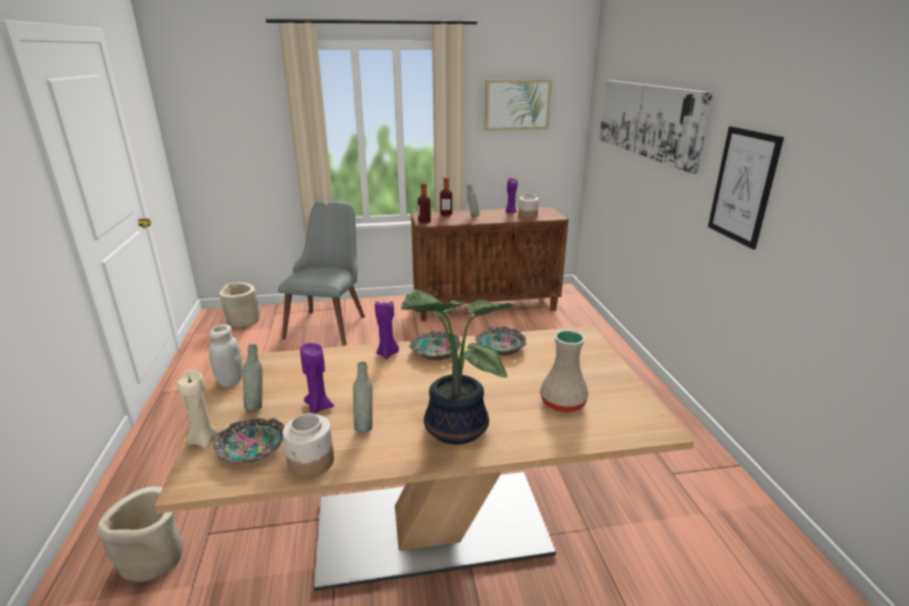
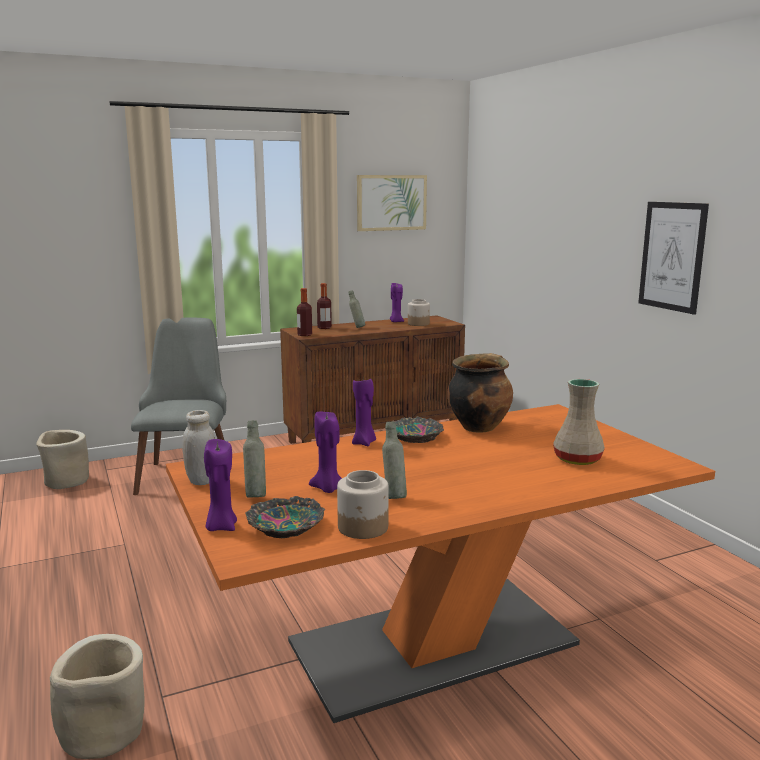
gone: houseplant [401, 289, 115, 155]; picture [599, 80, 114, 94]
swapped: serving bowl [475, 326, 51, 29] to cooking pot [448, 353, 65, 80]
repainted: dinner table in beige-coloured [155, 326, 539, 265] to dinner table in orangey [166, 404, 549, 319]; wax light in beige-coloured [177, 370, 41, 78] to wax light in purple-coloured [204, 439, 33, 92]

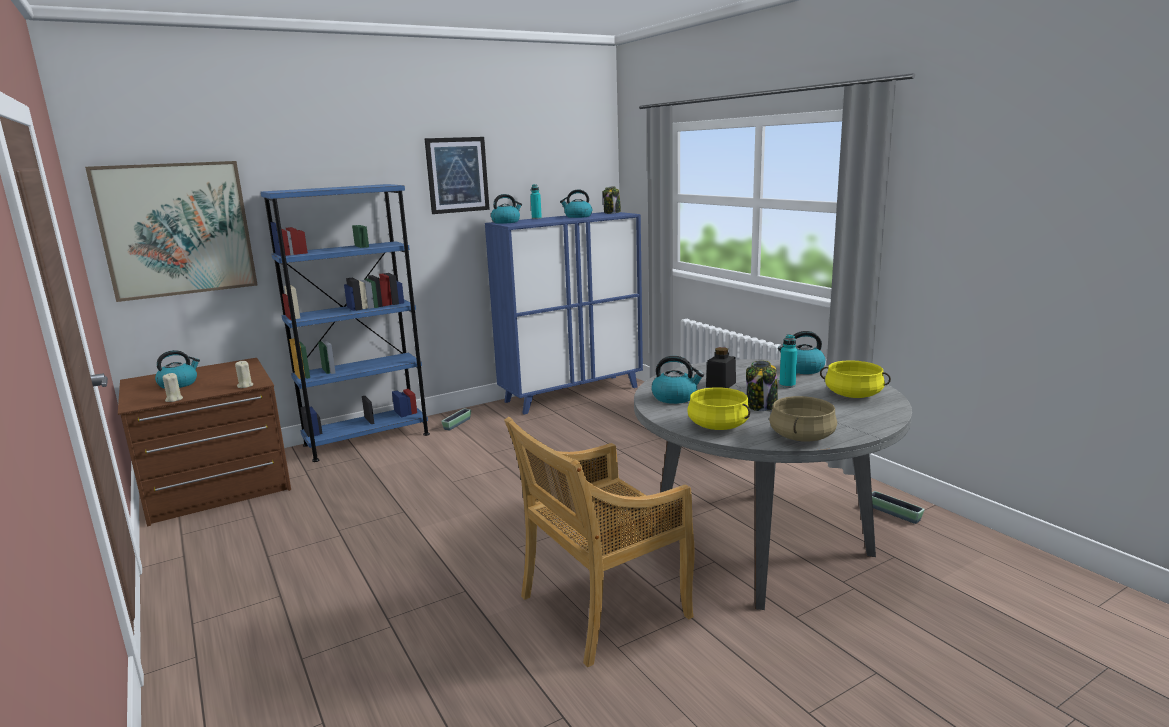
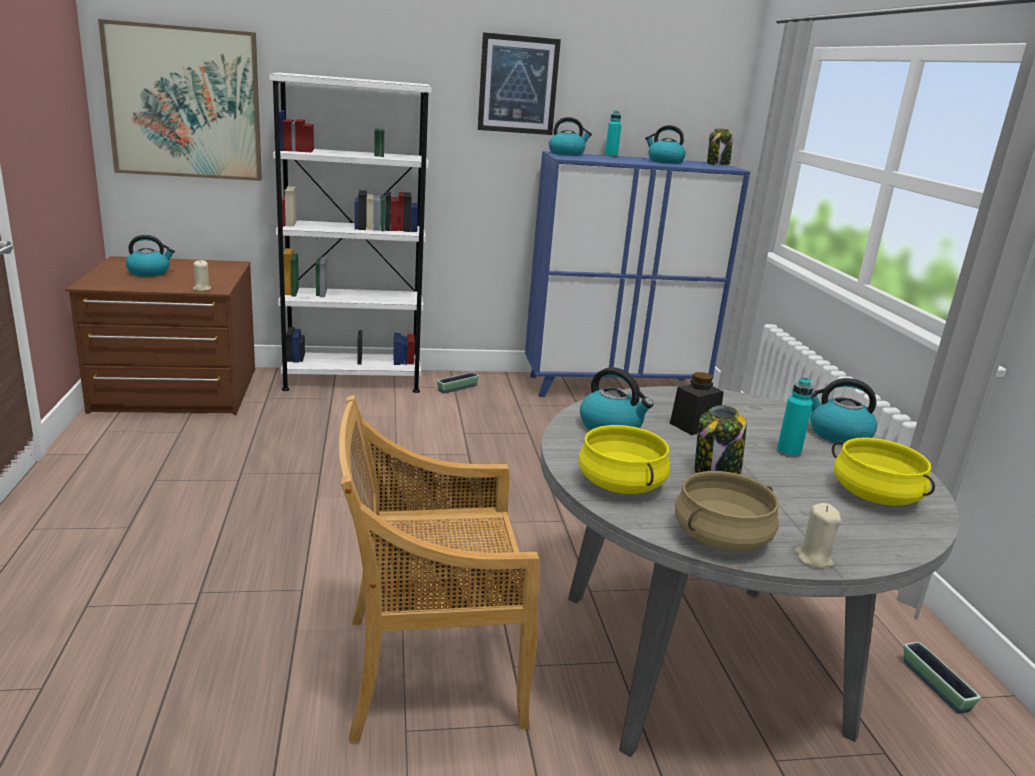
shifted: wax light in beige-coloured [162, 373, 21, 29] to [794, 503, 47, 66]
repainted: bookcase in bluish [261, 184, 169, 278] to bookcase in whitish [269, 72, 162, 321]

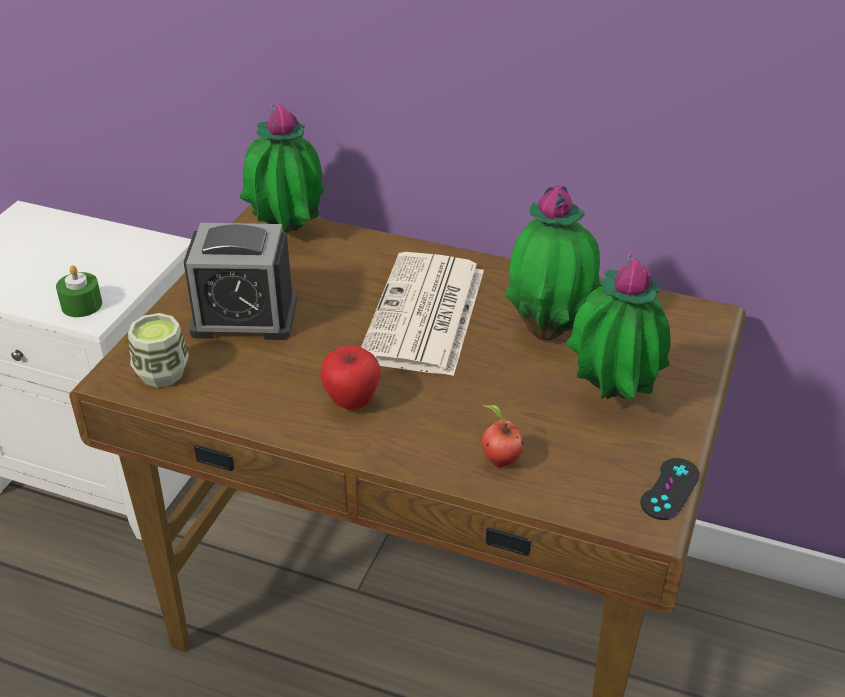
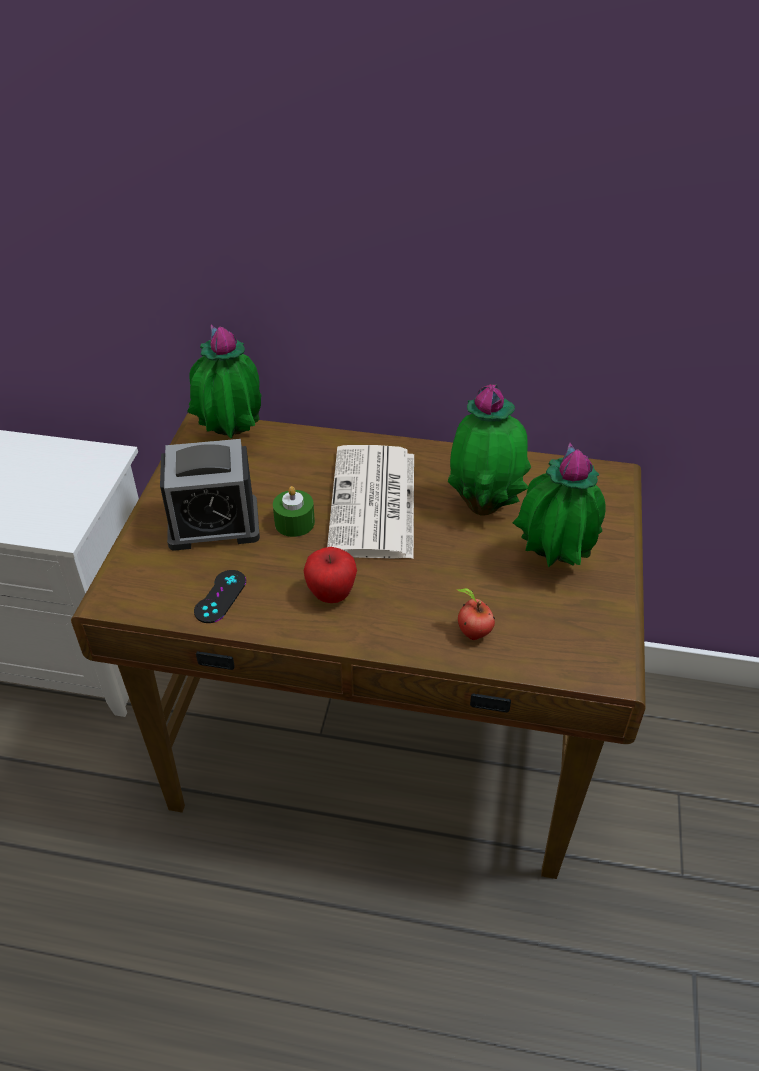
gone: cup [128, 313, 61, 74]
shifted: joypad in black-coloured [640, 458, 60, 62] to [194, 570, 52, 53]; wax light in greenish [56, 265, 46, 52] to [273, 486, 42, 51]

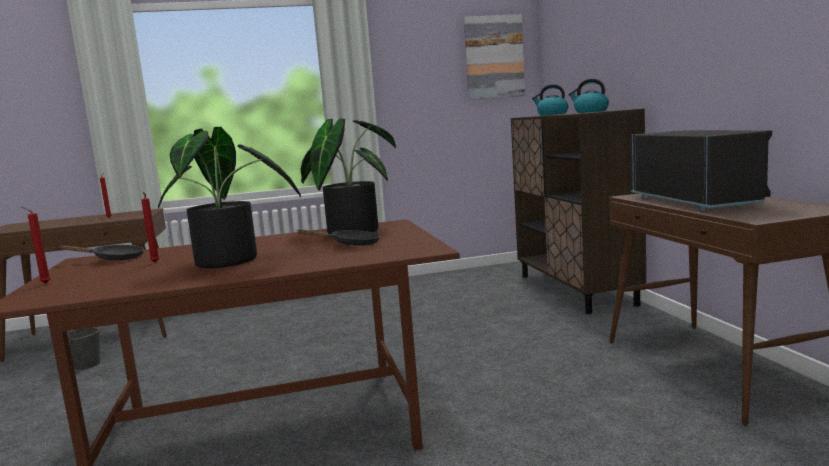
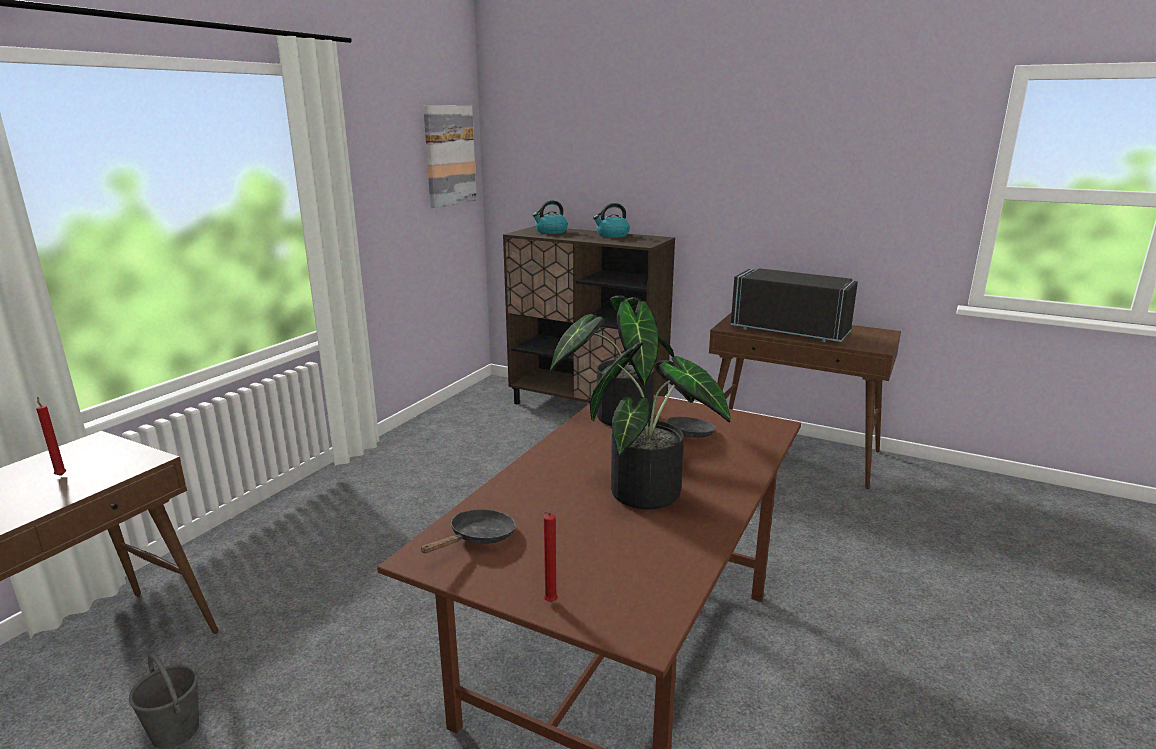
gone: wax light in red [141, 192, 18, 71]

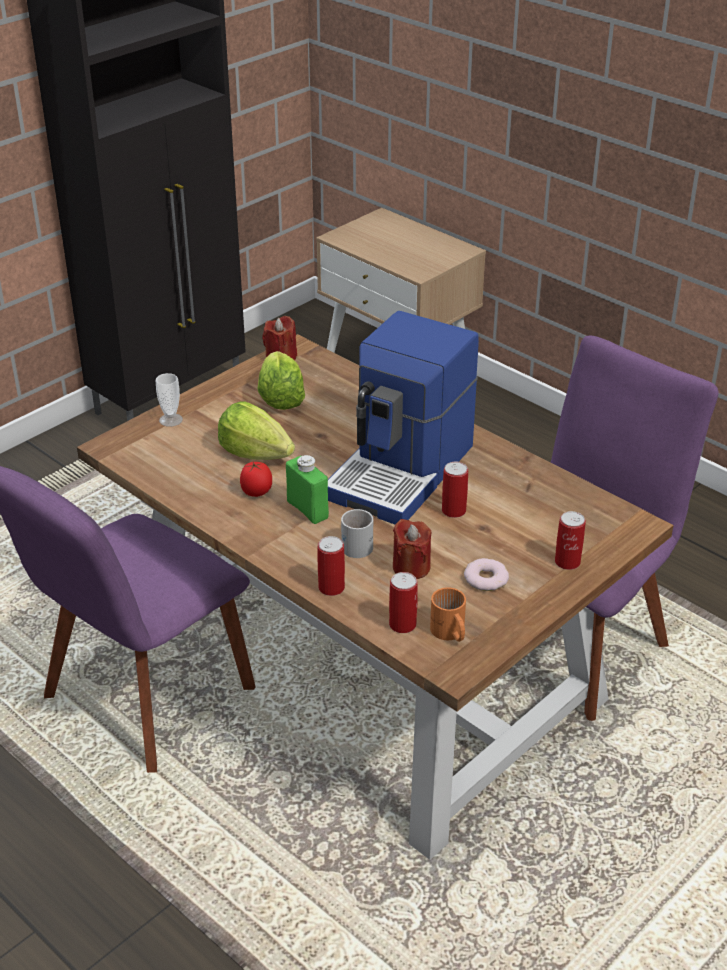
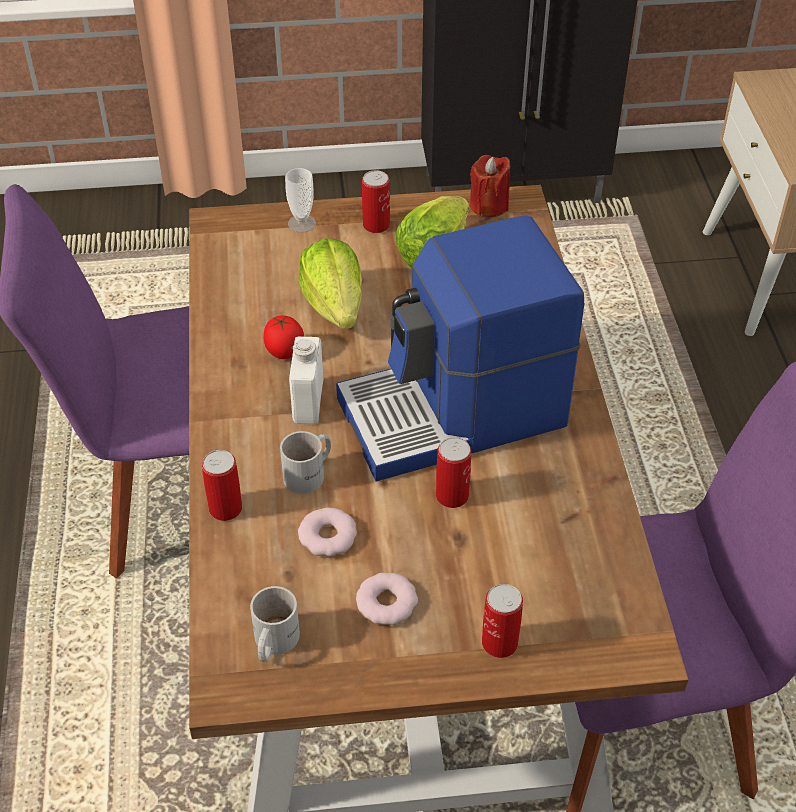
shifted: sealed can [389, 572, 29, 61] to [362, 170, 28, 63]
swapped: wax light in red [393, 519, 39, 60] to doughnut [298, 507, 59, 50]
repainted: tea mug in orangey [430, 587, 36, 55] to tea mug in whitish [250, 586, 50, 76]; drink bottle in greenish [286, 455, 43, 69] to drink bottle in whitish [289, 336, 34, 88]

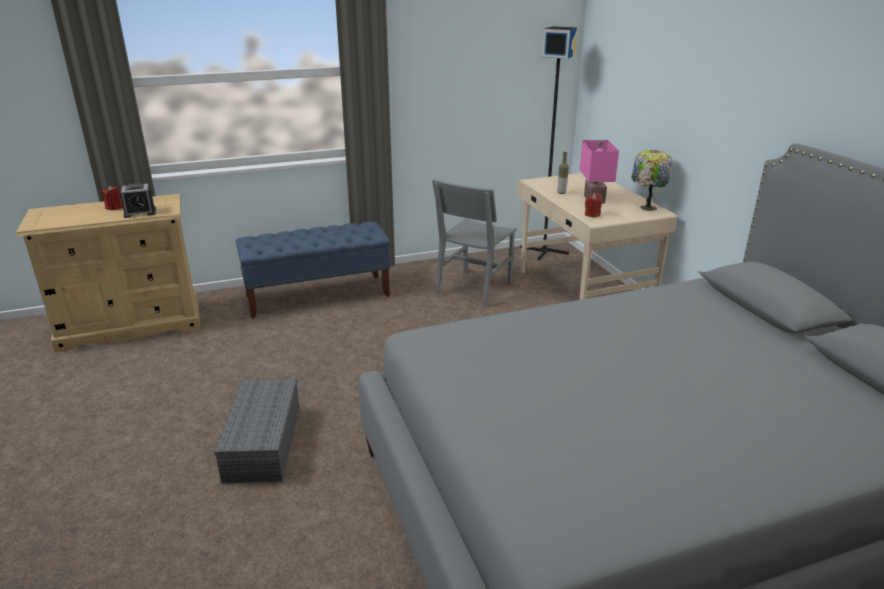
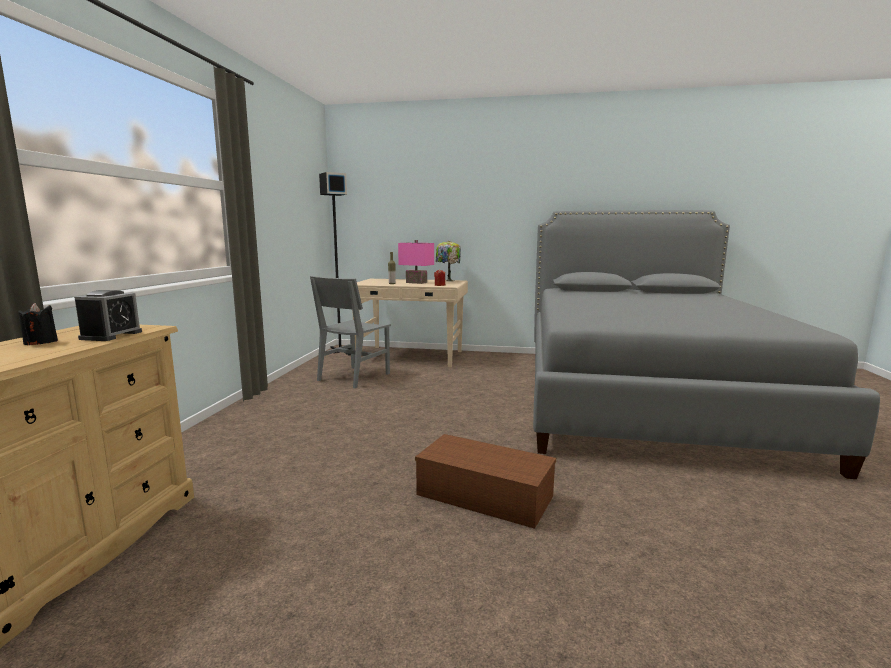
gone: indoor bench in bluish [236, 221, 154, 97]
repainted: wax light in red [102, 185, 21, 25] to wax light in black-coloured [18, 303, 40, 42]; storage box in gray [214, 378, 85, 105] to storage box in brownish [415, 434, 141, 95]
rotated: upright chair in gray [432, 179, 85, 129] = [310, 276, 81, 112] 60 degrees clockwise

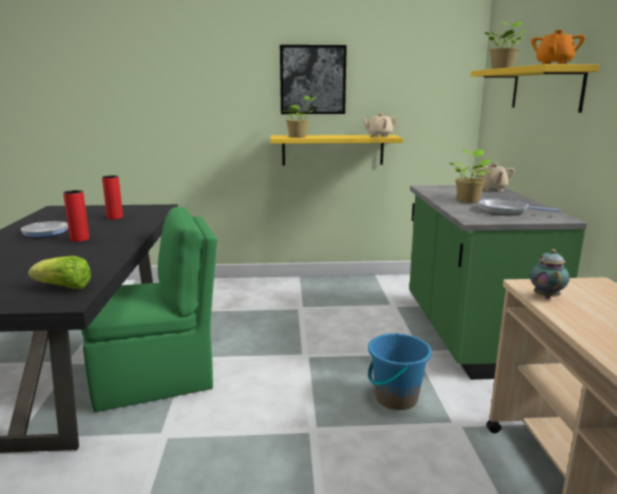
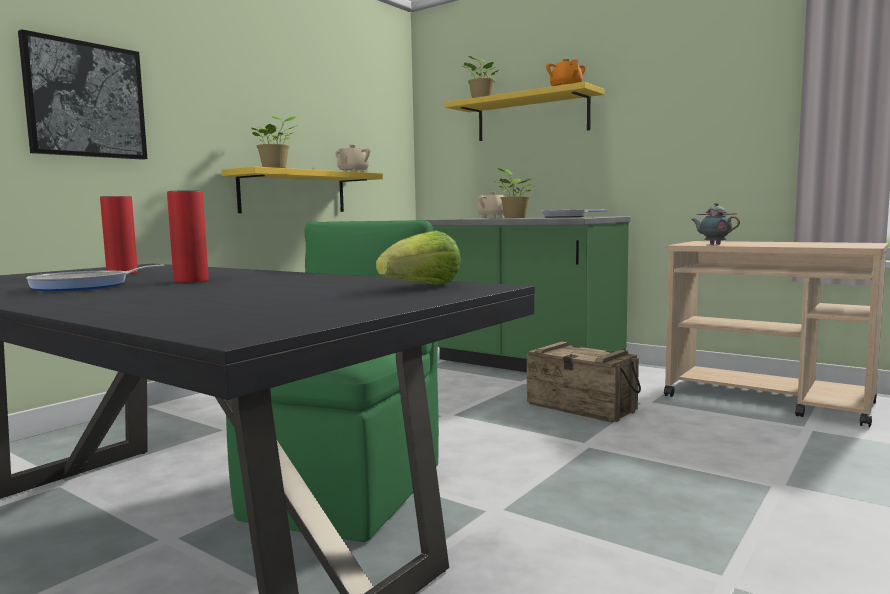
shifted: picture [280, 45, 67, 69] to [18, 29, 129, 131]
swapped: water bucket in bluish [368, 333, 64, 77] to shipping crate [527, 341, 114, 82]

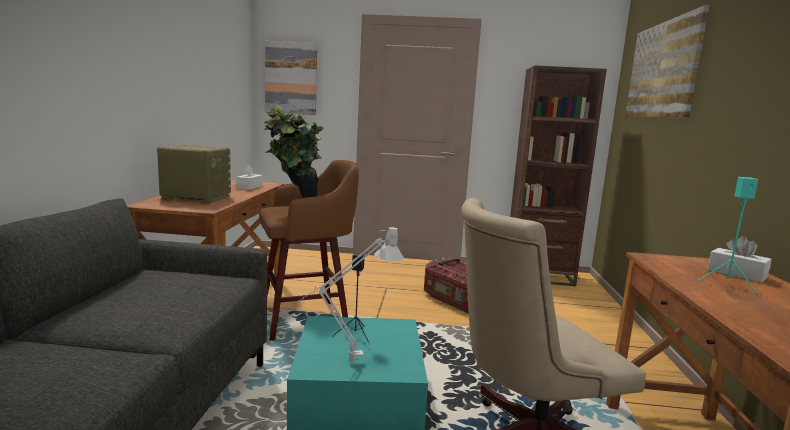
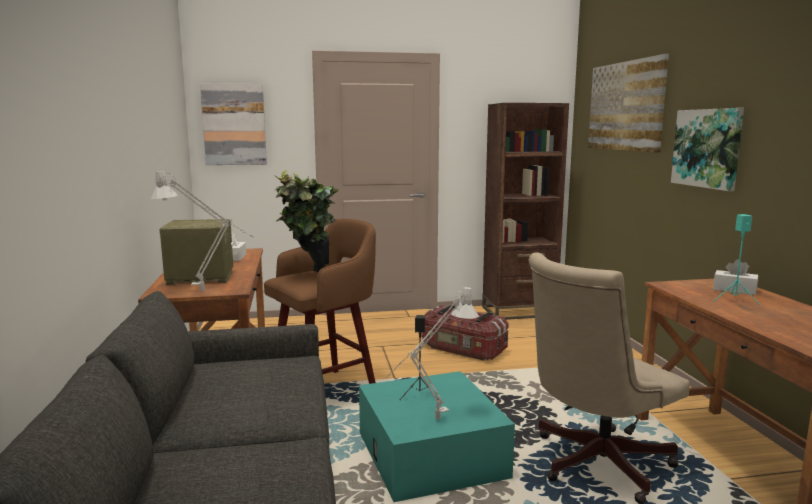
new: lamp for a table in gray [151, 169, 104, 122]; picture [671, 108, 73, 83]

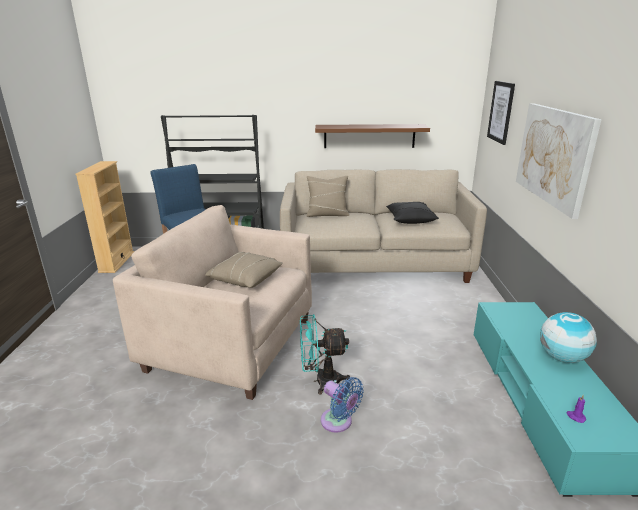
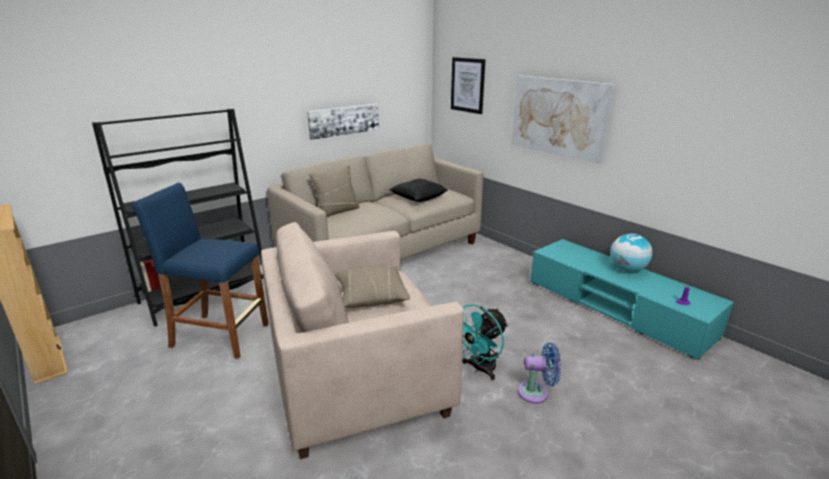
swapped: wall shelf in brownish [315, 124, 115, 24] to picture [307, 104, 72, 36]

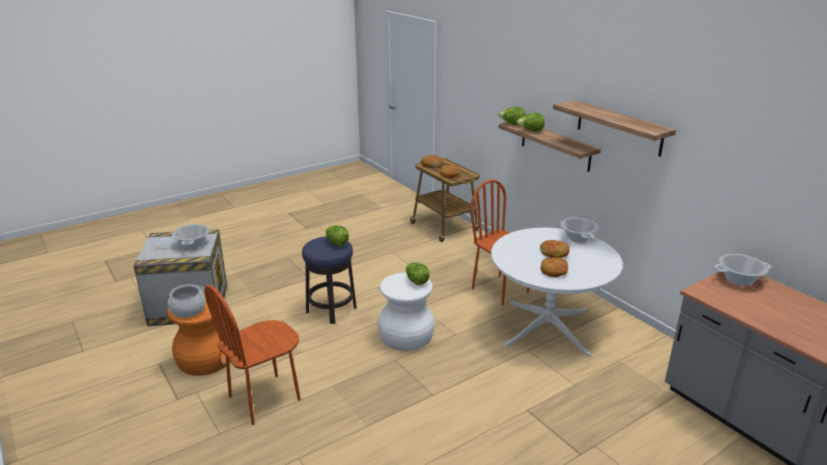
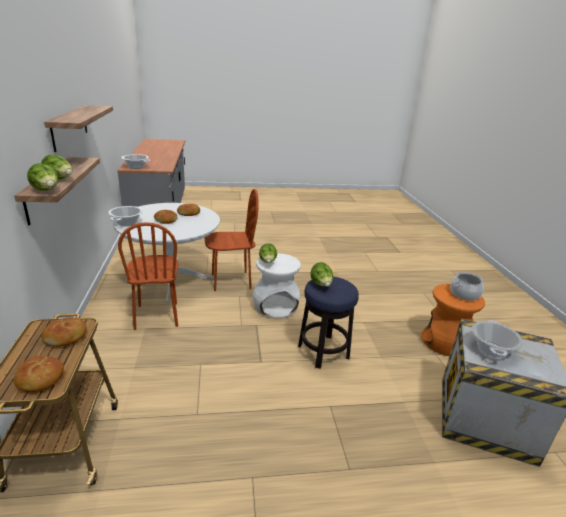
shifted: upright chair in brownish [205, 285, 96, 140] to [204, 189, 55, 102]

